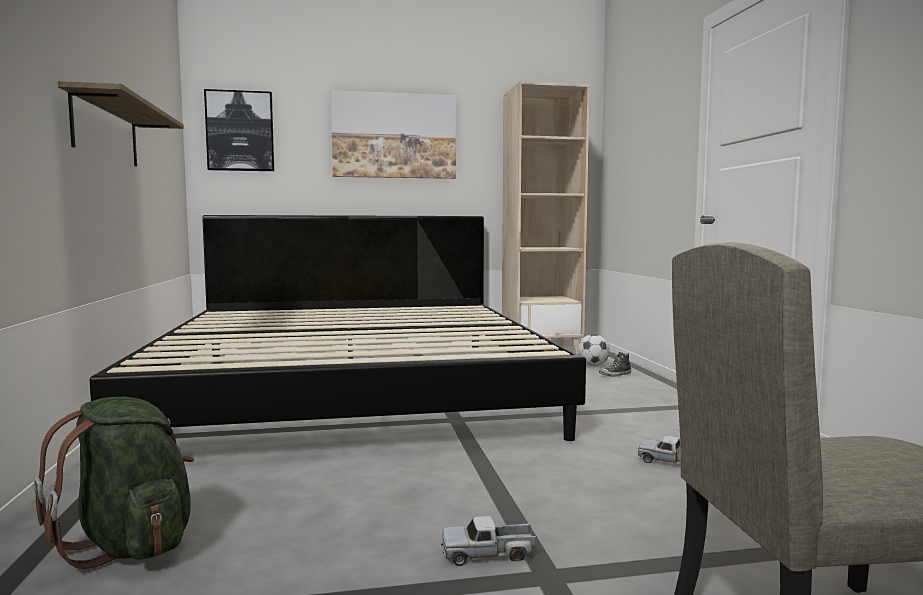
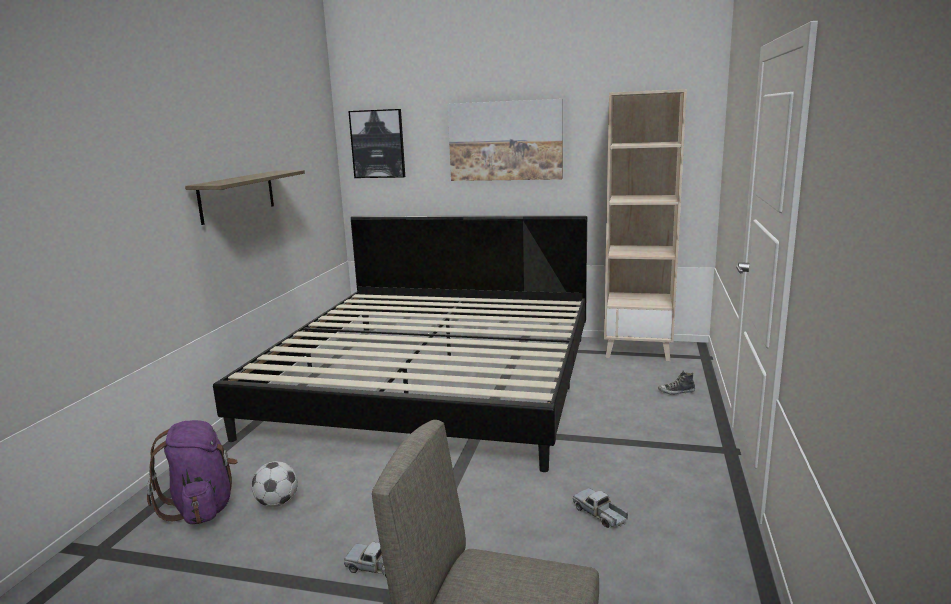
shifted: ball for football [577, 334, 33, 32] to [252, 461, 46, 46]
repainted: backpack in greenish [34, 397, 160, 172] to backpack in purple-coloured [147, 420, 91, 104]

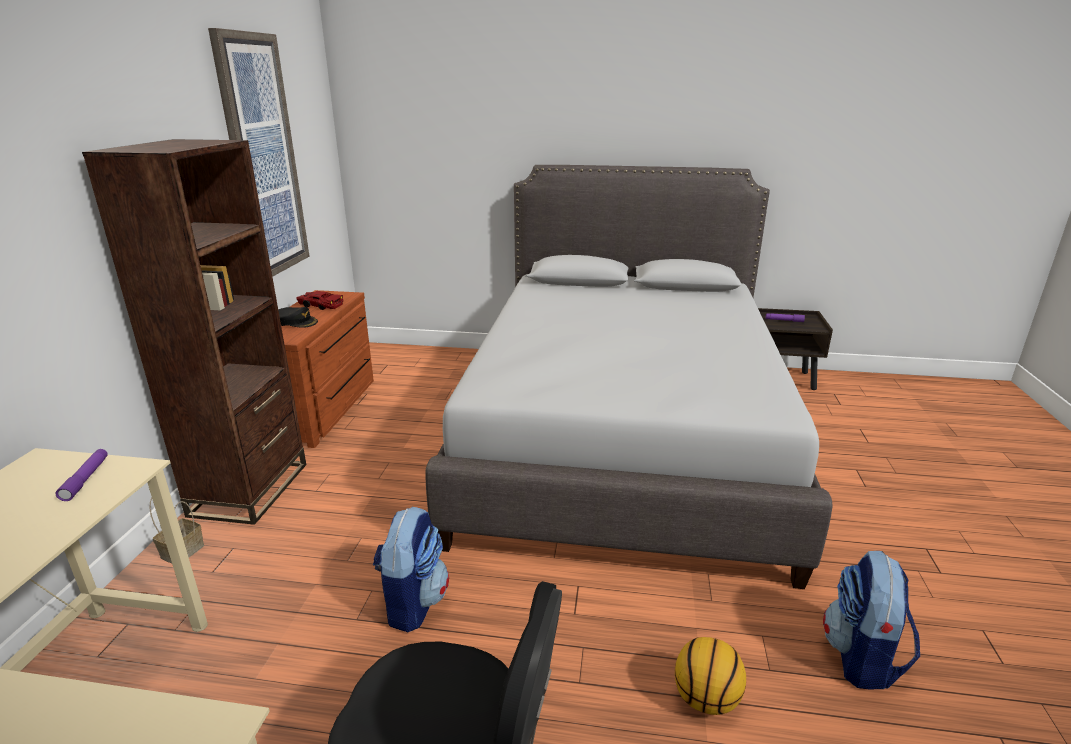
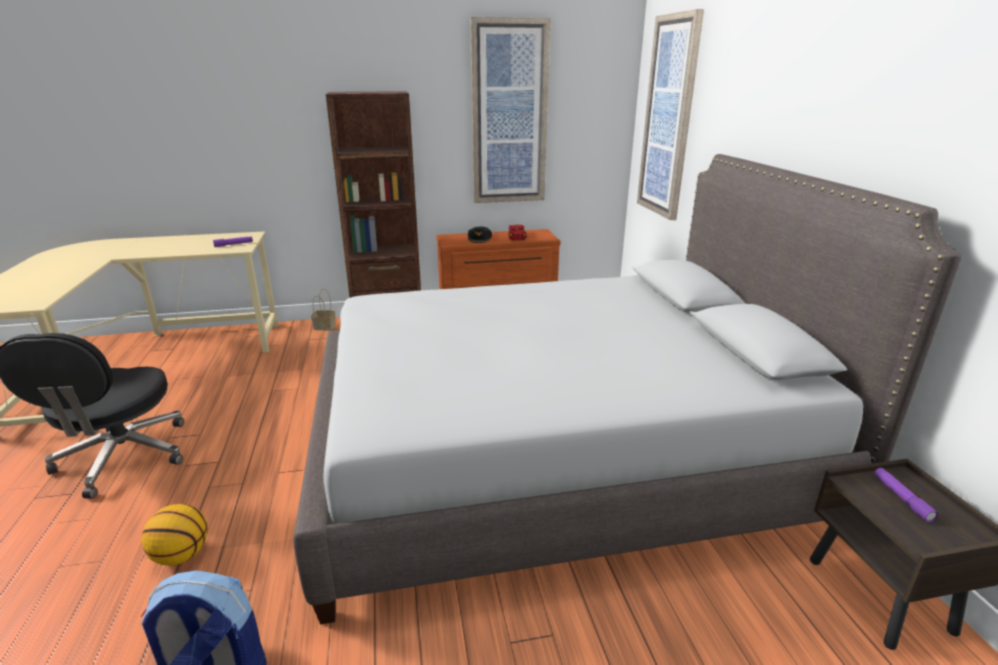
gone: backpack [373, 506, 76, 126]
new: picture [637, 9, 67, 211]

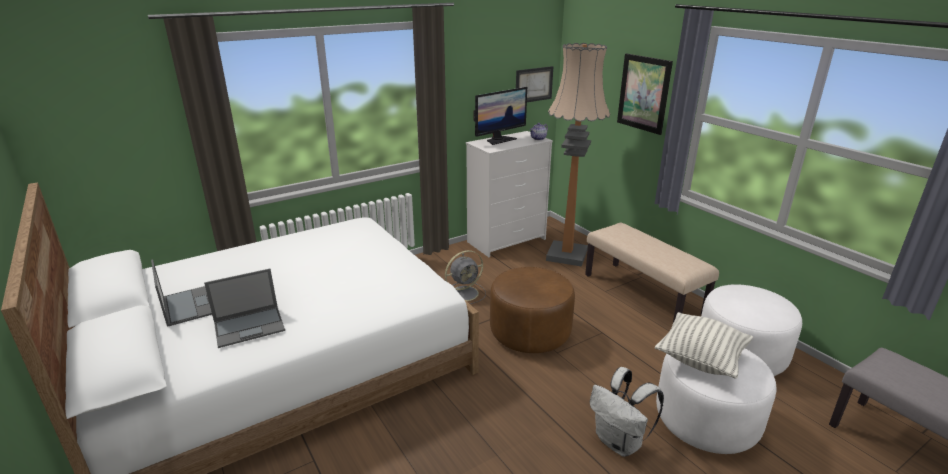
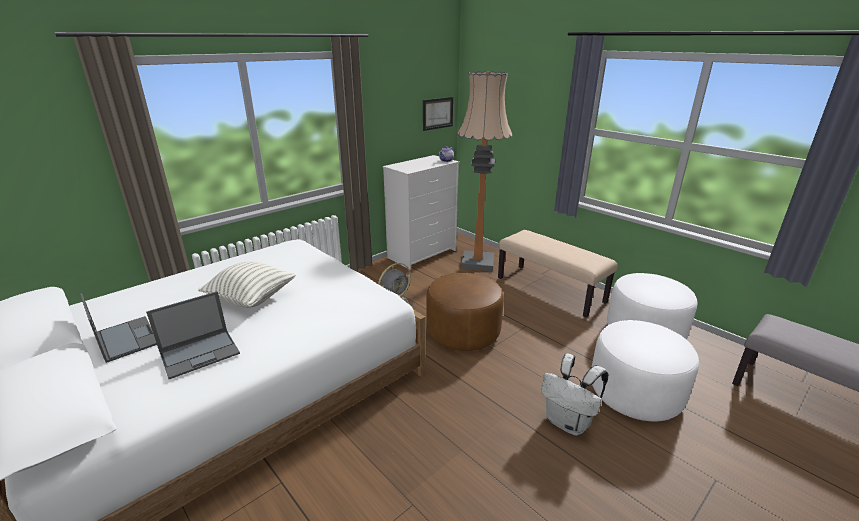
gone: monitor [473, 87, 54, 58]; picture [617, 53, 56, 82]
shifted: cushion [655, 312, 98, 67] to [198, 261, 98, 47]

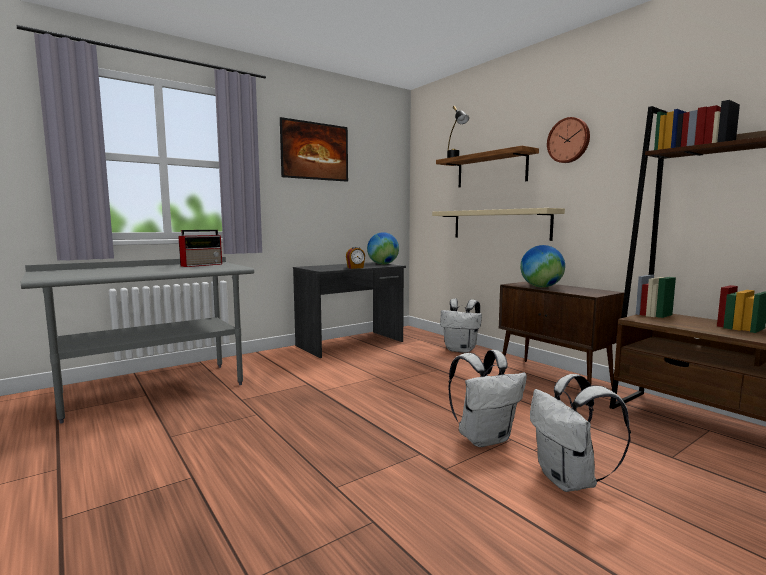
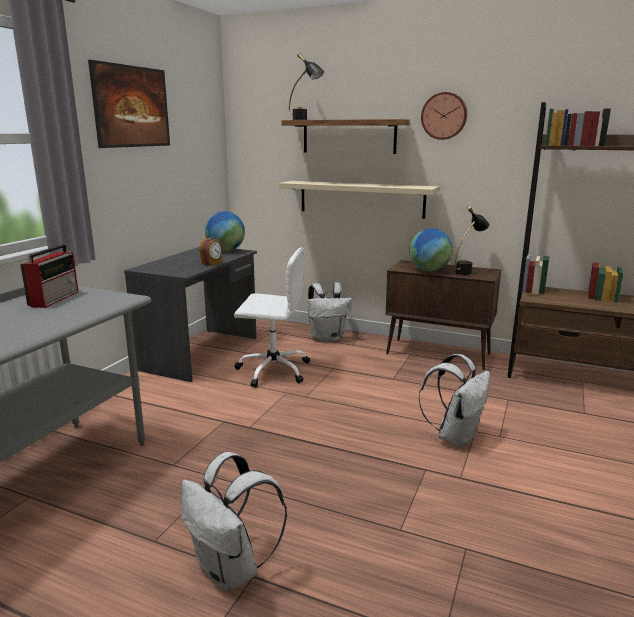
new: office chair in whitish [234, 247, 76, 141]; lamp for a table in black-coloured [454, 206, 36, 69]
shifted: backpack in whitish [530, 374, 101, 118] to [181, 452, 106, 140]

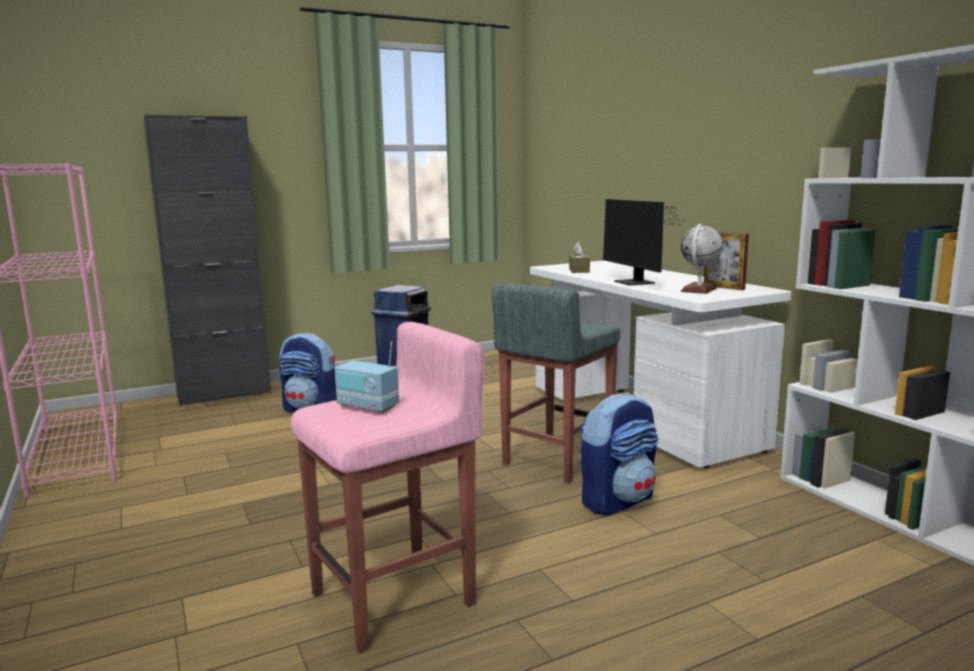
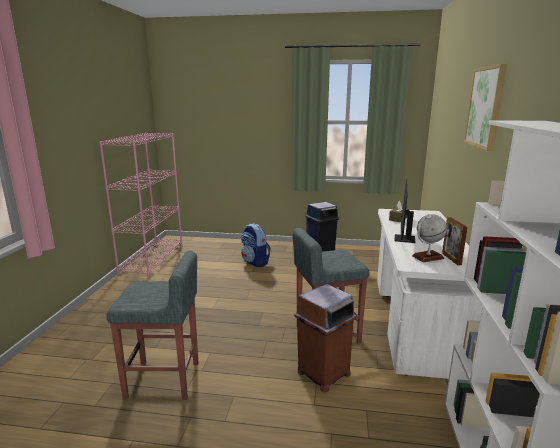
gone: cupboard in black-coloured [144, 114, 127, 293]; radio [334, 341, 65, 72]
new: picture [464, 64, 43, 87]
swapped: backpack [580, 393, 79, 122] to waste bin in brownish [294, 284, 63, 109]
repainted: stool seat in pink-coloured [291, 322, 193, 331] to stool seat in gray [106, 251, 92, 149]

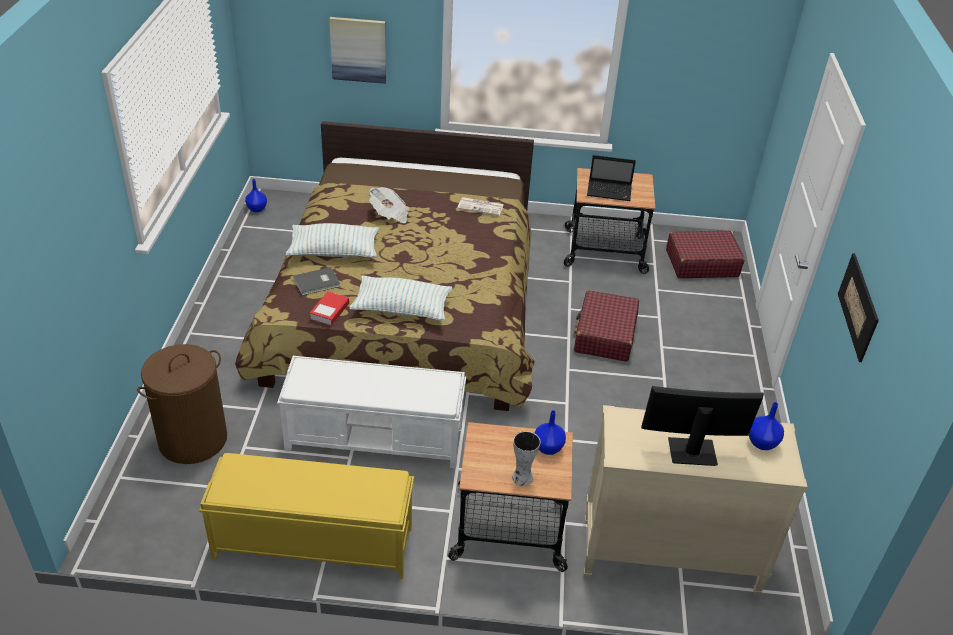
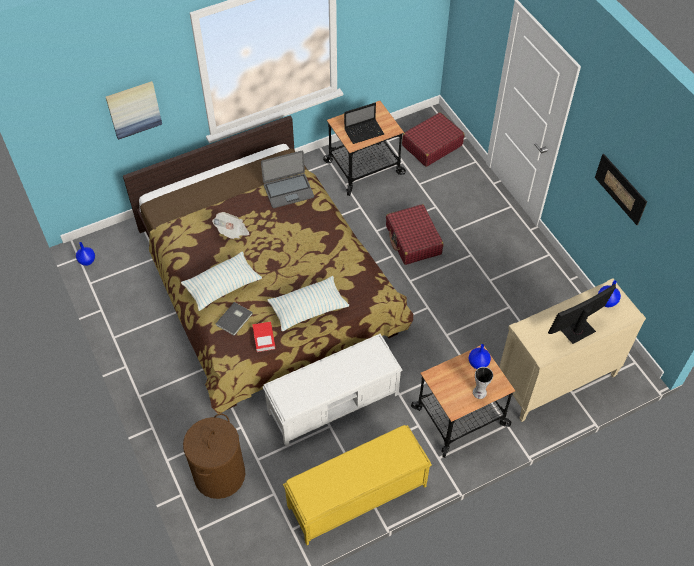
swapped: newspaper [457, 197, 46, 19] to laptop [261, 151, 53, 57]

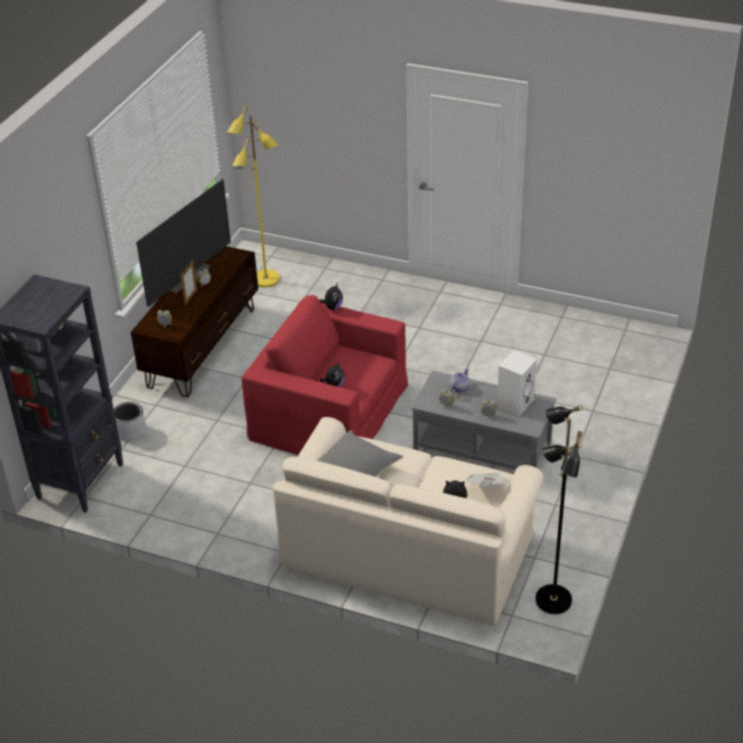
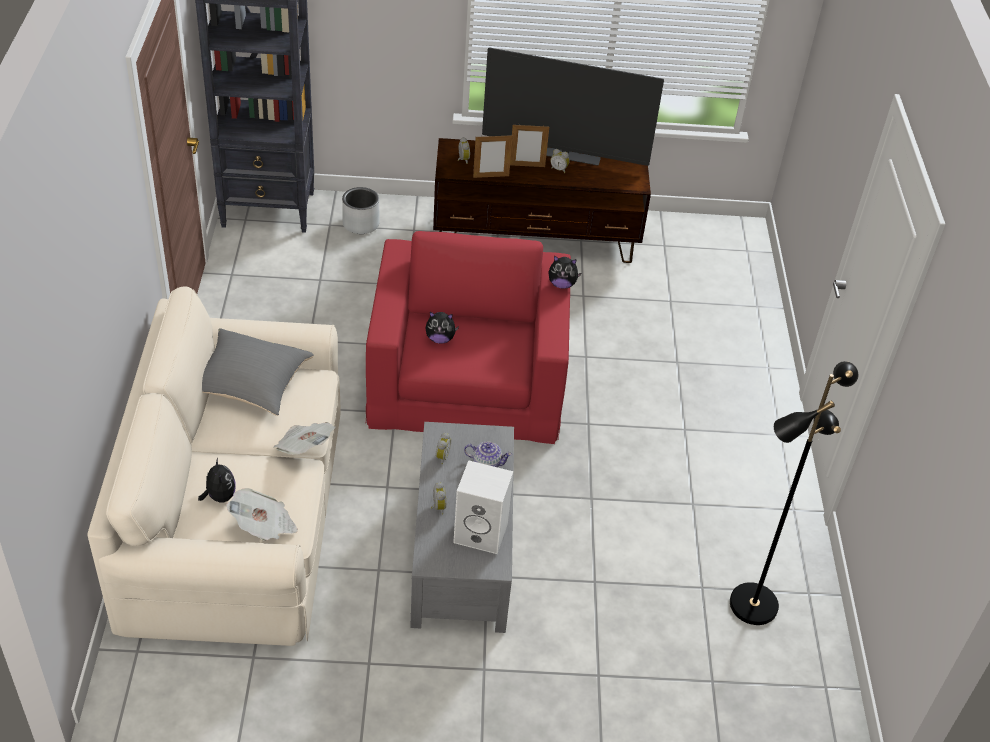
gone: floor lamp in yellow [227, 105, 53, 183]
new: newspaper [274, 422, 61, 33]; picture frame [473, 134, 40, 44]
shifted: floor lamp in black-coloured [536, 405, 47, 209] to [730, 361, 128, 264]

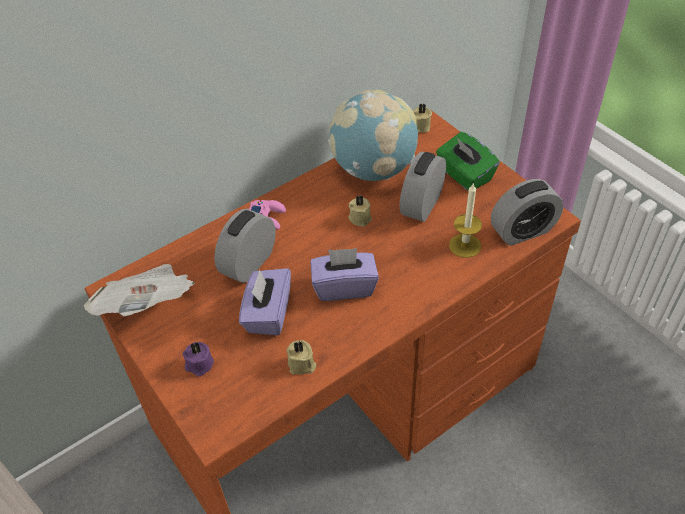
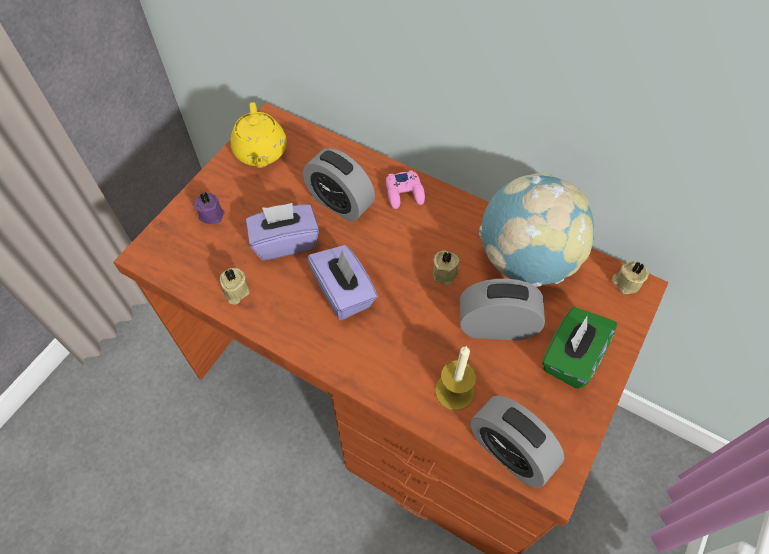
swapped: newspaper [84, 264, 111, 52] to tea pot in yellow [231, 102, 56, 66]
rotated: bedside clock [214, 209, 62, 74] = [303, 148, 72, 74] 150 degrees counterclockwise

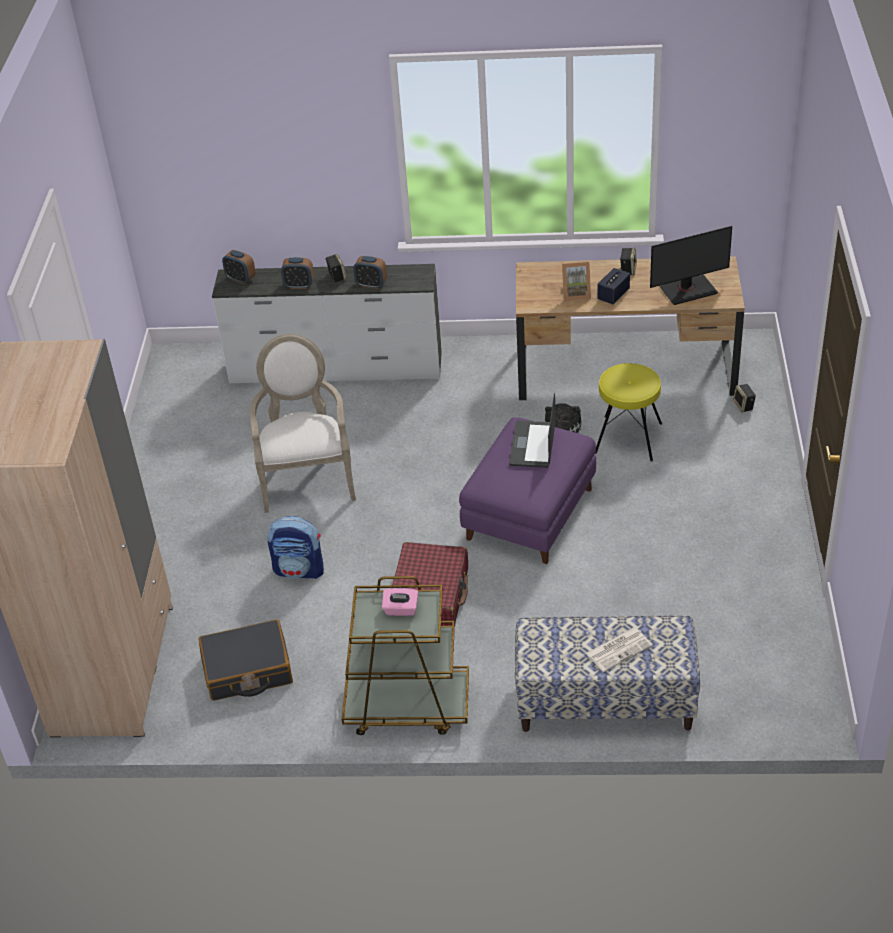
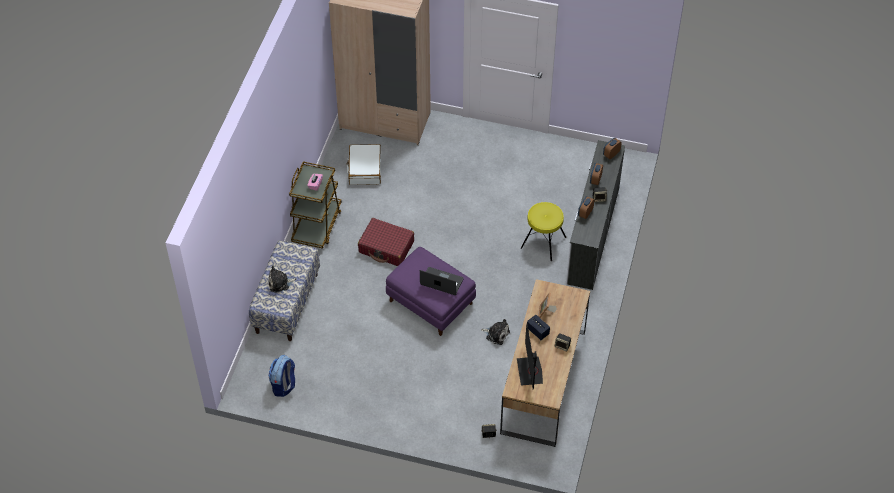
gone: easy chair [249, 334, 107, 179]
shifted: backpack [267, 516, 57, 63] to [268, 355, 27, 42]; stool seat in yellow [595, 363, 67, 99] to [521, 202, 45, 59]
swapped: newspaper [586, 628, 66, 44] to soft toy [268, 266, 29, 27]
repainted: suitcase in black-coloured [198, 619, 95, 82] to suitcase in whitish [347, 144, 34, 41]

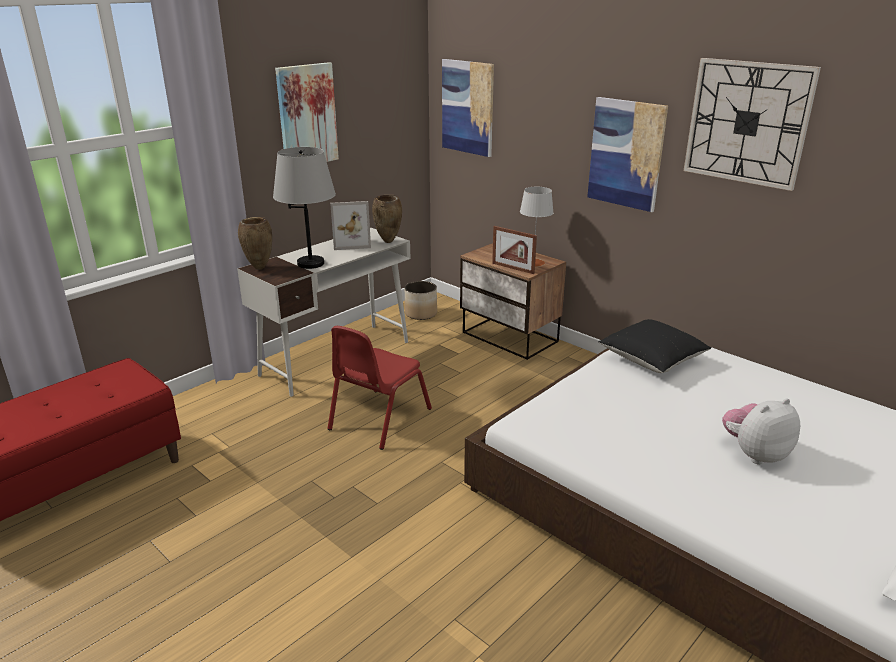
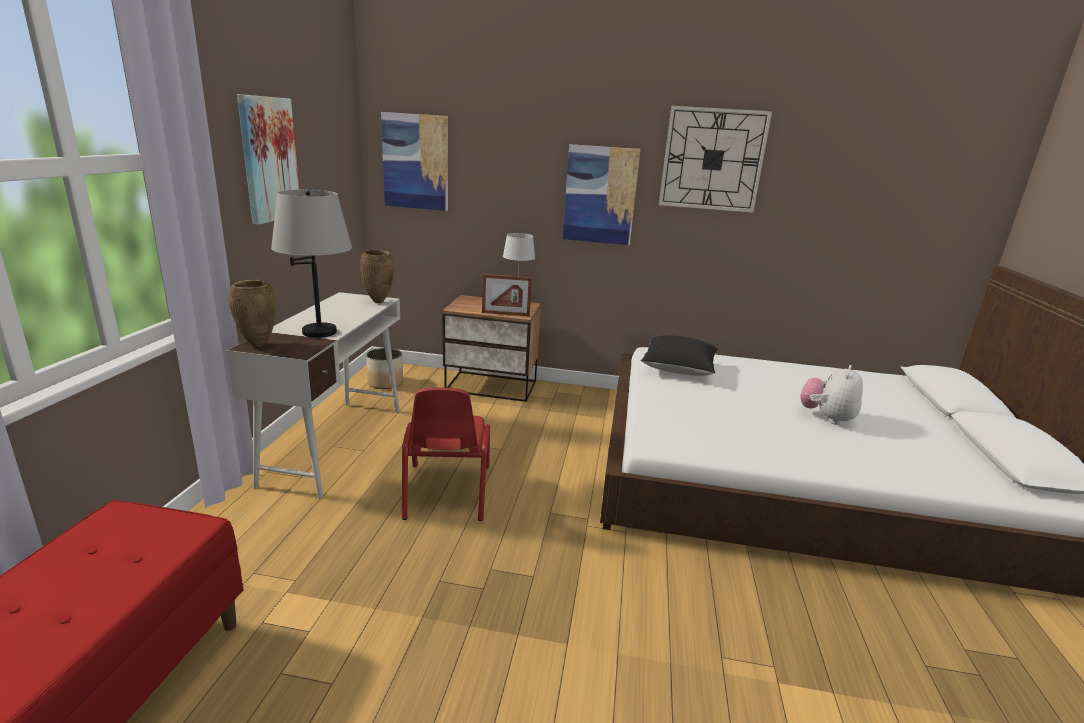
gone: picture frame [330, 201, 41, 49]

